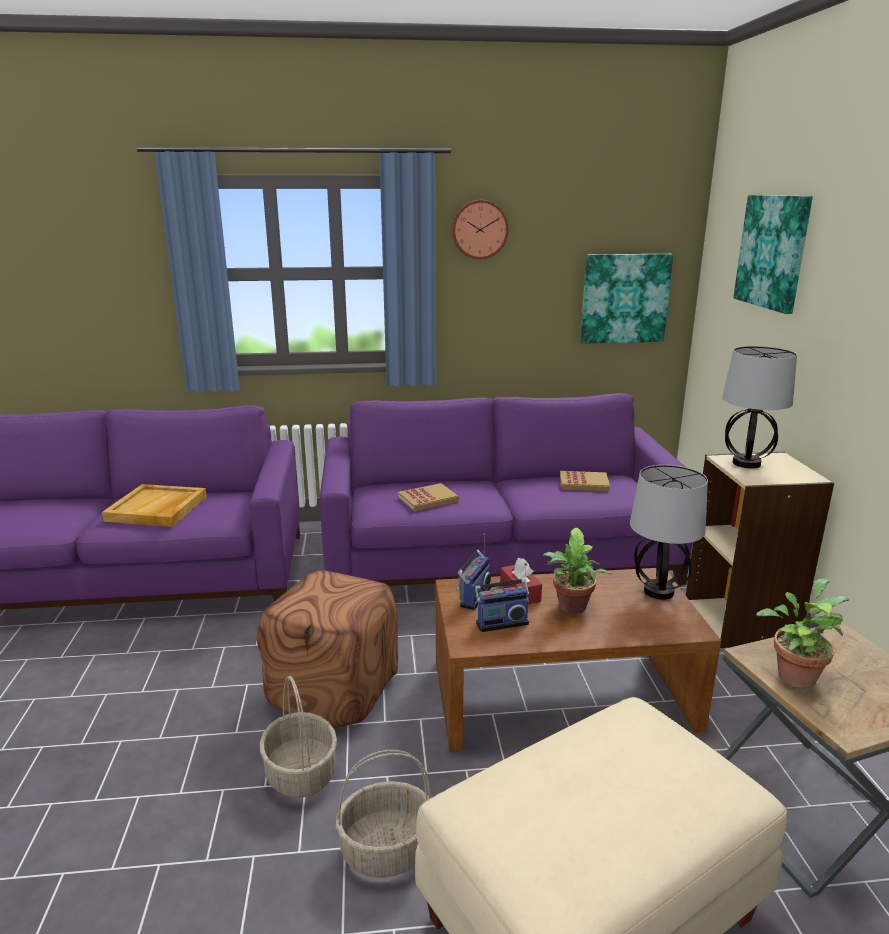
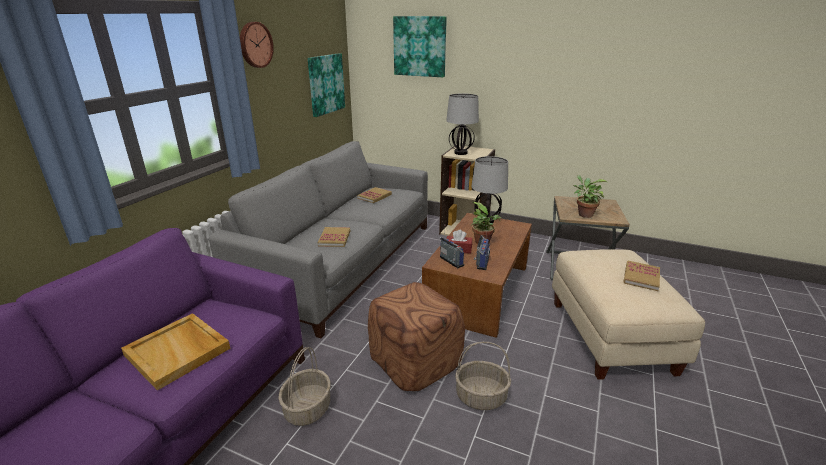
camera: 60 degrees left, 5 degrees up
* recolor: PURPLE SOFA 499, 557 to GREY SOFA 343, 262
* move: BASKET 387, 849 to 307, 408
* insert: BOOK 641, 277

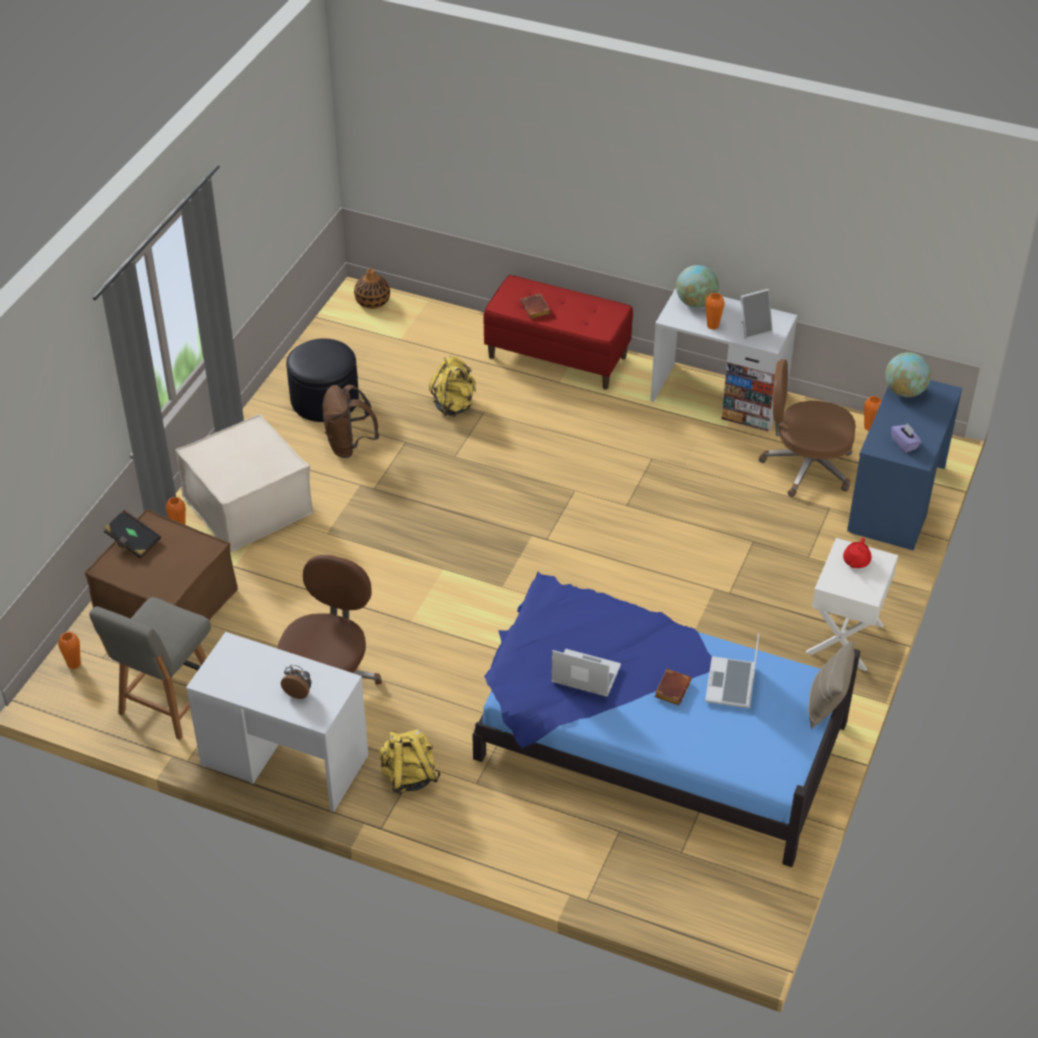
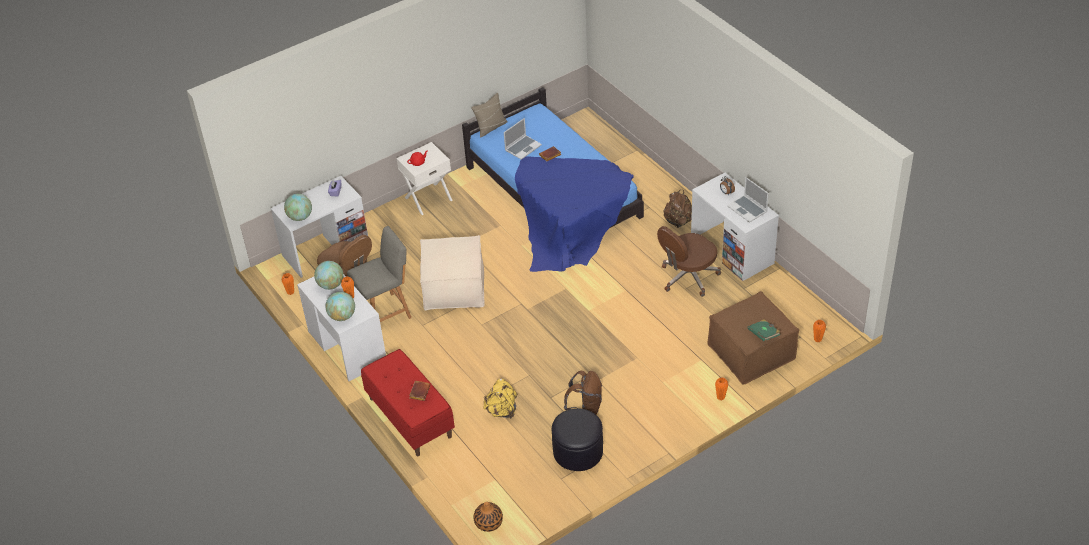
camera: 145 degrees left, 0 degrees up
* move: GREY CHAIR 167, 704 to 385, 312
* recolor: BLACK BOOK 133, 542 to GREEN BOOK 764, 334
* move: BEIGE OTTOMAN 248, 505 to 454, 287
* recolor: YELLOW BACKPACK 409, 776 to BROWN BACKPACK 678, 221
* move: LAPTOP 584, 675 to 748, 209
* replace: PICTURE FRAME 754, 329 to GLOBE 331, 285
* recolor: BLUE DESK 897, 499 to WHITE DESK 325, 249

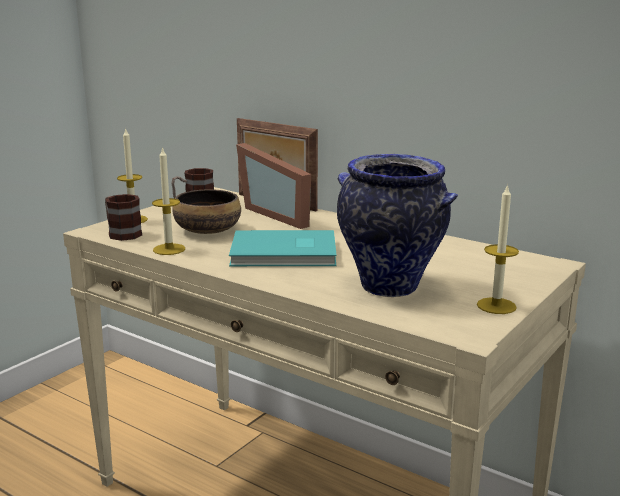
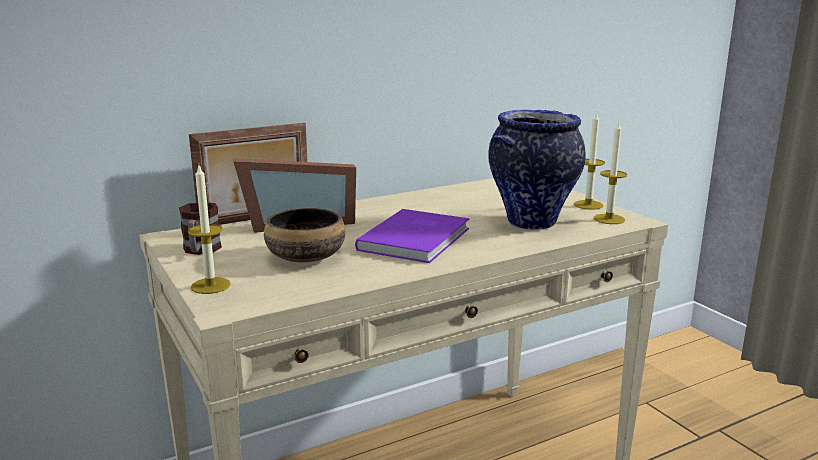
camera: 65 degrees left, 0 degrees up
* delete: MUG 121, 233
* move: CANDLE 169, 249 to 609, 219
* recolor: TURQUOISE BOOK 285, 253 to PURPLE BOOK 418, 239

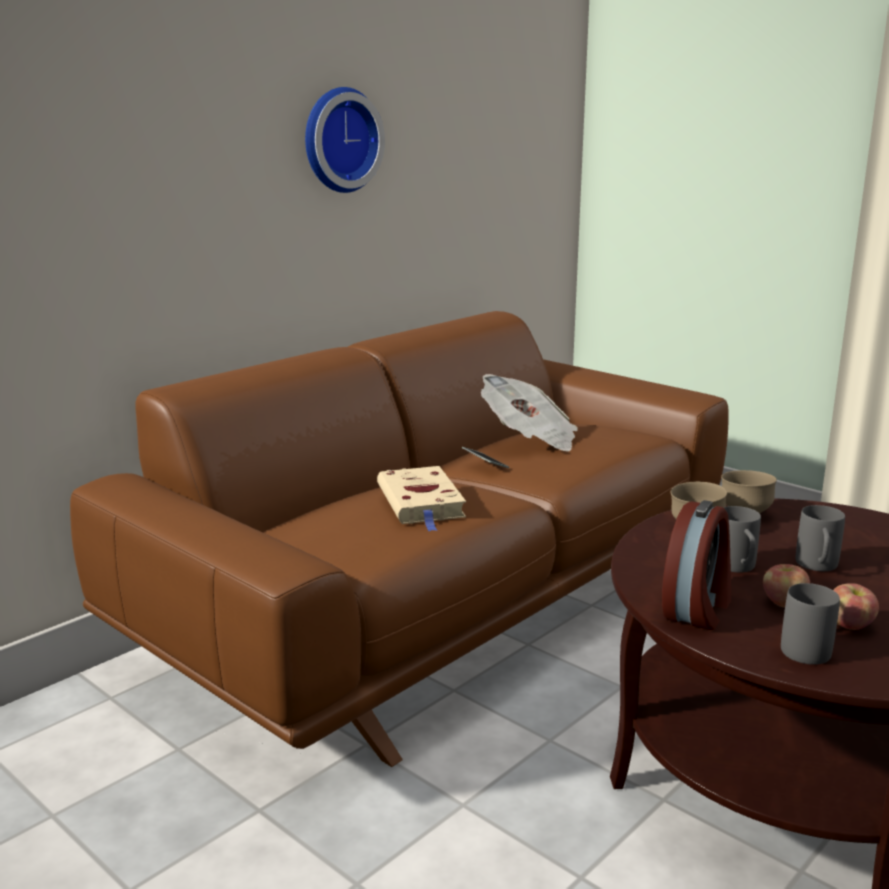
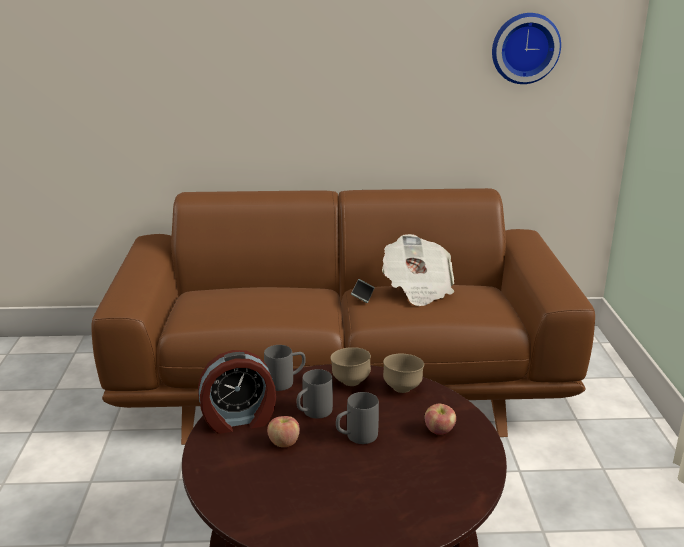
camera: 45 degrees right, 5 degrees up
* move: WALL CLOCK 338, 140 to 524, 48
* delete: BEIGE BOOK 422, 503
* move: GREY MUG 806, 646 to 286, 382
* move: APPLE 850, 625 to 439, 431

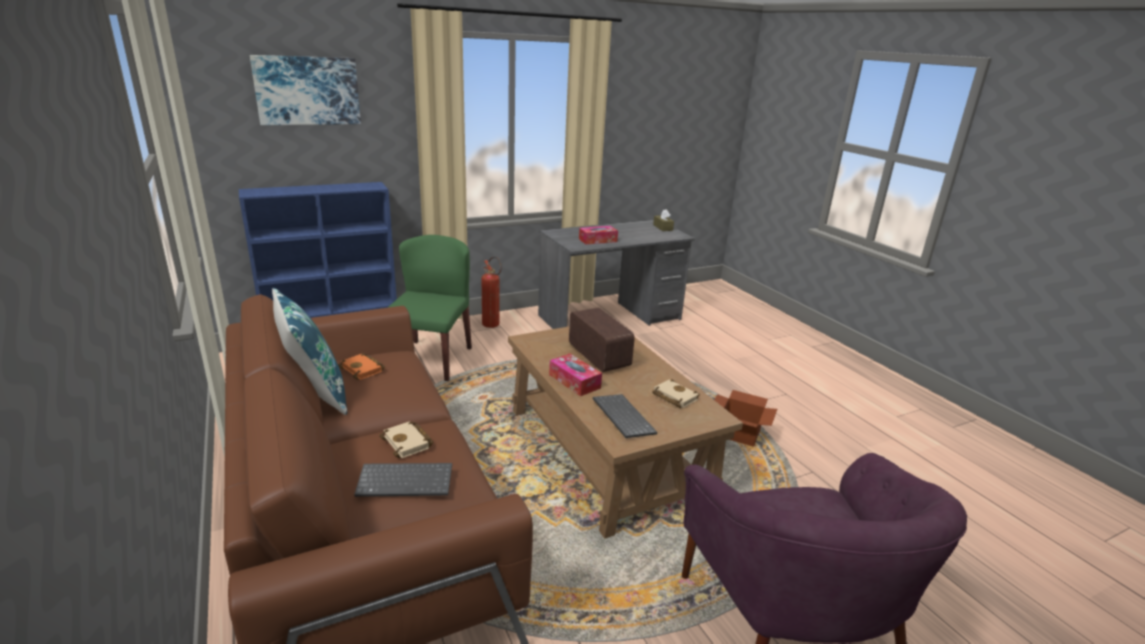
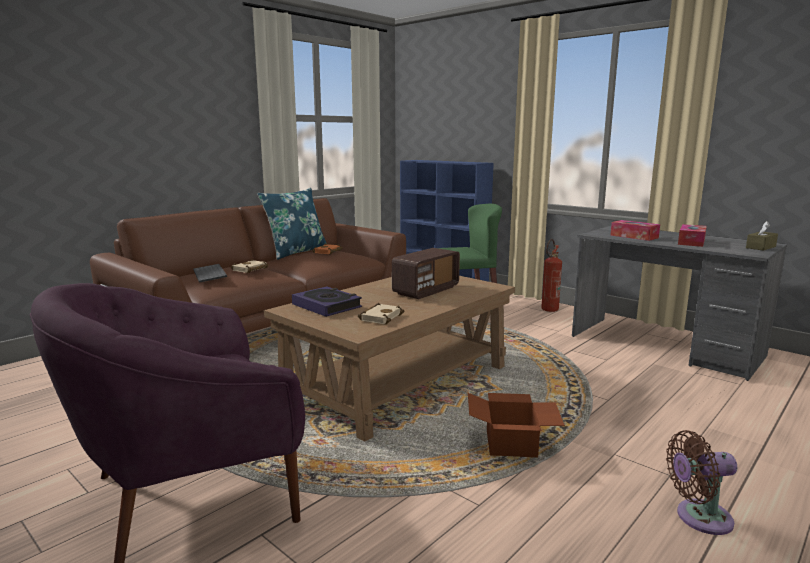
camera: 70 degrees right, 10 degrees down
* delete: PICTURE 307, 90
* move: TISSUE BOX 574, 381 to 691, 242
* replace: KEYBOARD 621, 417 to BOOK 327, 306
* insert: BROWN FAN 698, 518

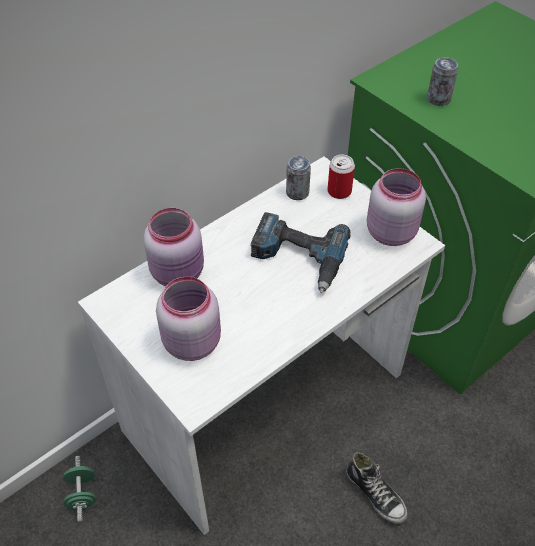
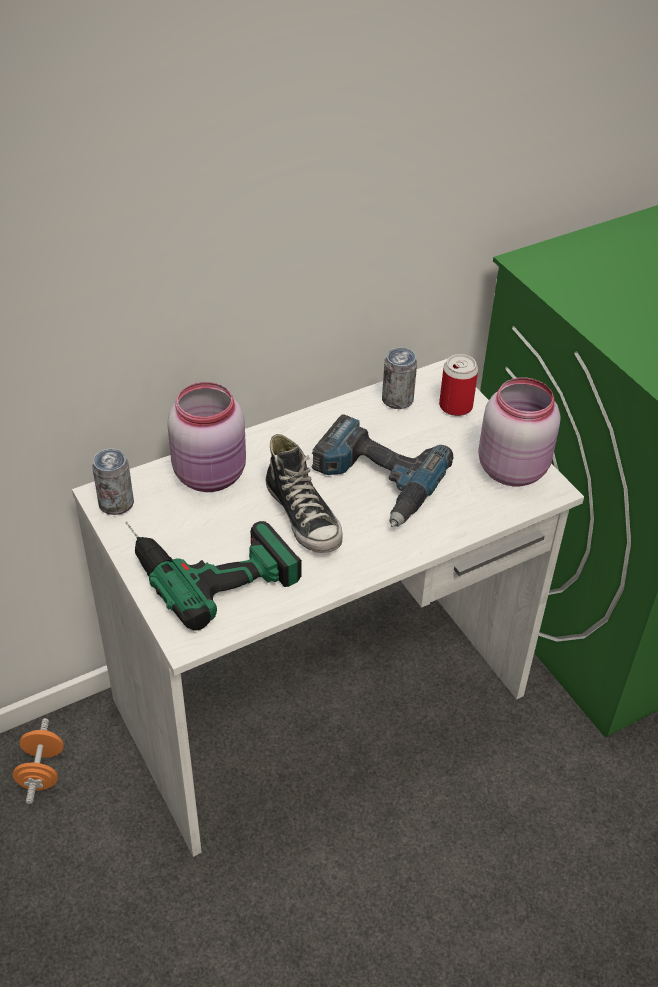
camera: 10 degrees right, 5 degrees down
* recolor: GREEN DUMBBELL 82, 494 to ORANGE DUMBBELL 41, 771
* replace: PINK JAR 192, 341 to POWER DRILL 206, 560
* move: SHOE 375, 494 to 304, 517
* move: CAN 438, 99 to 116, 504

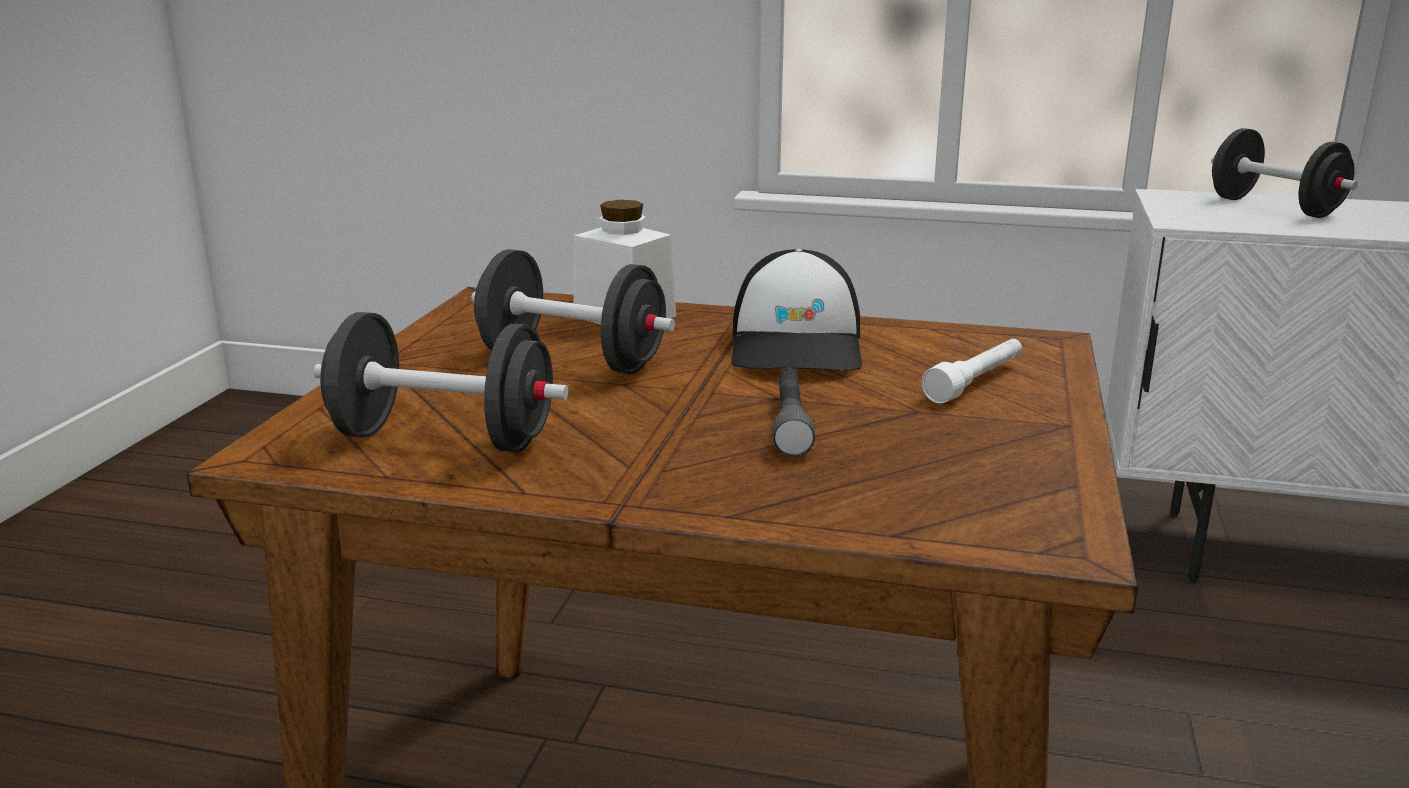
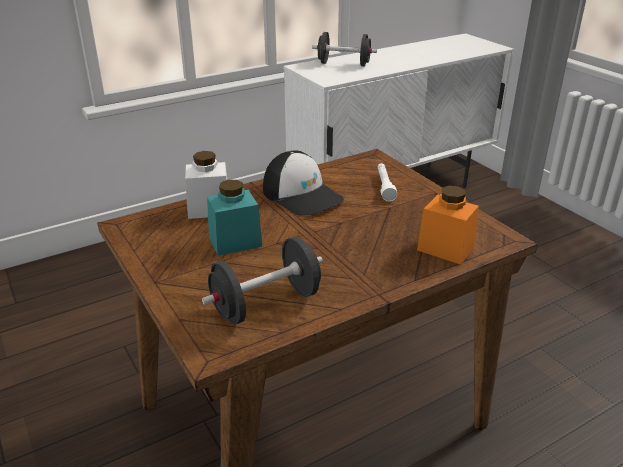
camera: 45 degrees left, 10 degrees up
* replace: BLACK DUMBBELL 572, 360 to TURQUOISE JAR 235, 241
* delete: GREY FLASHLIGHT 790, 423
* insert: ORANGE JAR 445, 248

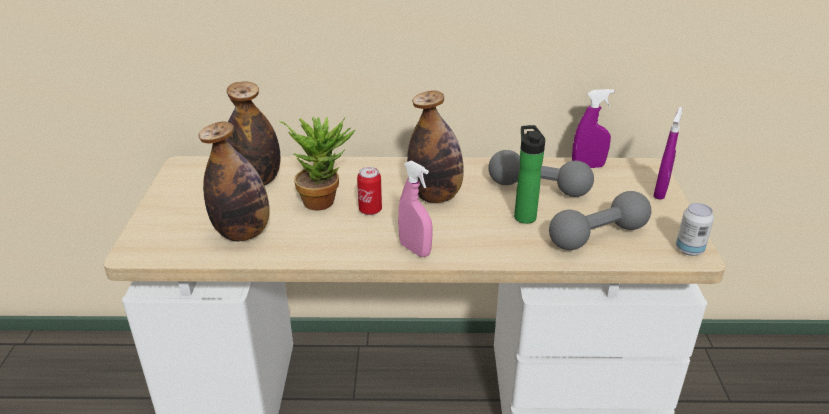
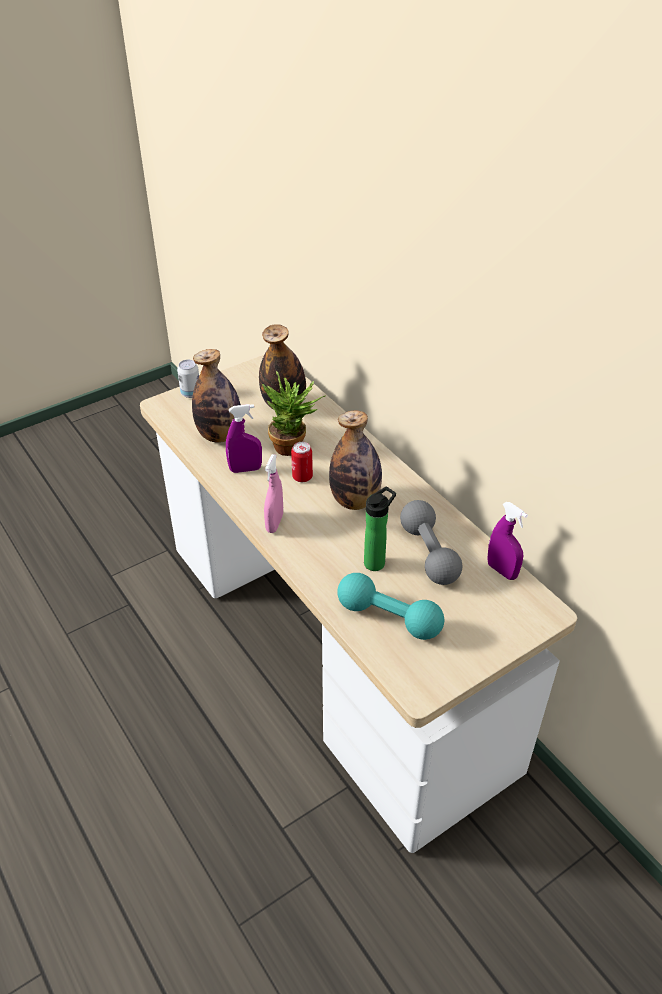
camera: 55 degrees right, 10 degrees up
* recolor: GREY DUMBBELL 597, 236 to TURQUOISE DUMBBELL 389, 617
* move: PURPLE SPRAY BOTTLE 660, 192 to 245, 469
* move: CAN 689, 249 to 191, 393

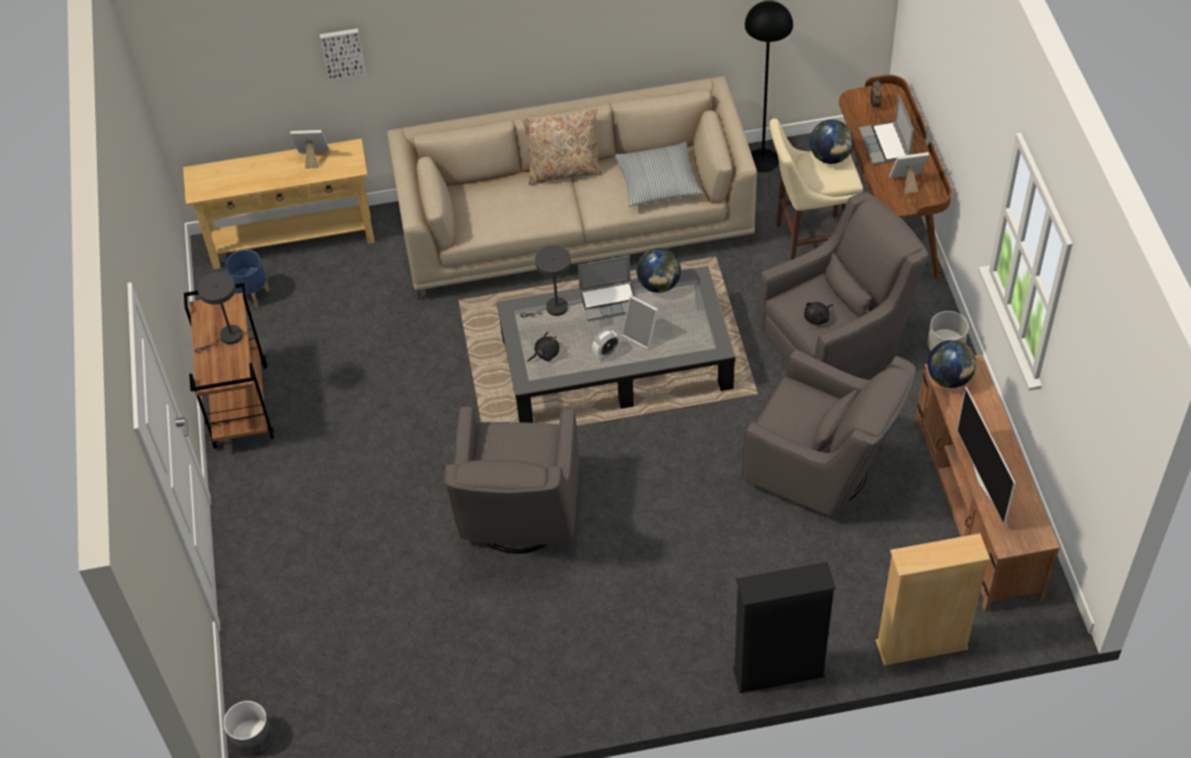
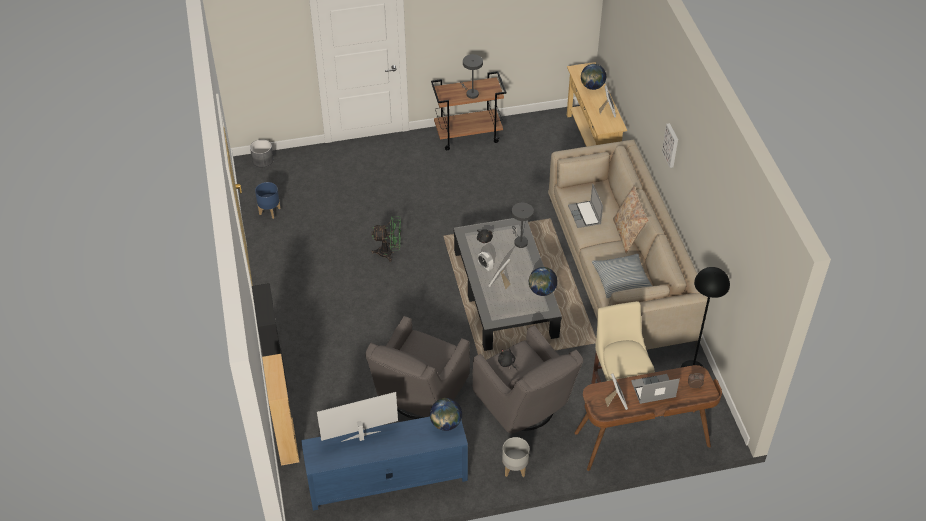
camera: 85 degrees right, 5 degrees down
* move: BLUE PLANTER 252, 294 to 270, 211
* move: PICTURE 343, 52 to 671, 145
* replace: GREY ARMCHAIR 518, 517 to GREEN FAN 389, 252
* move: LAPTOP 609, 301 to 585, 215
* move: GLOBE 830, 157 to 592, 87
* recolor: BROWN TV STAND 977, 508 to BLUE TV STAND 386, 478

